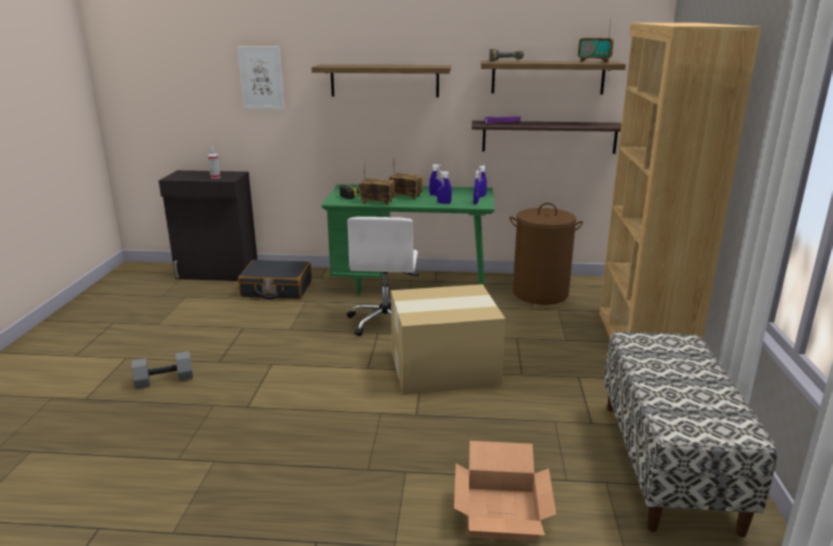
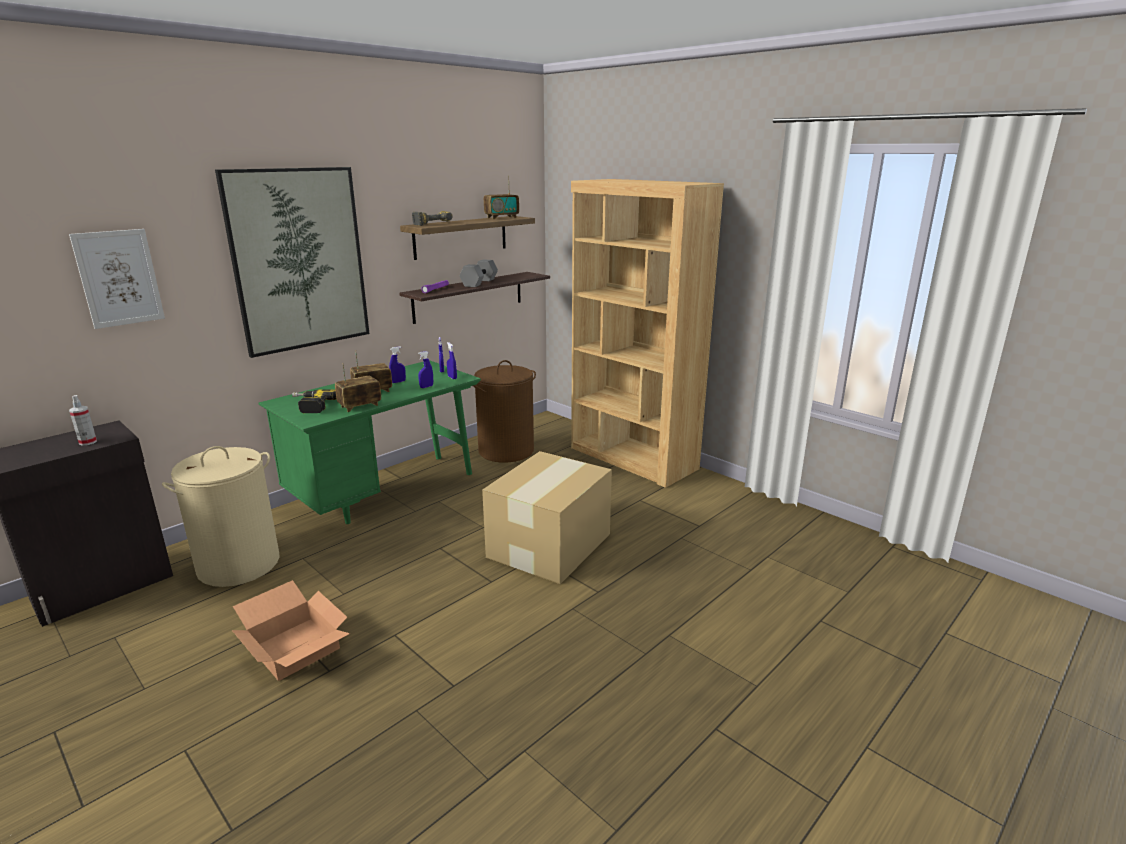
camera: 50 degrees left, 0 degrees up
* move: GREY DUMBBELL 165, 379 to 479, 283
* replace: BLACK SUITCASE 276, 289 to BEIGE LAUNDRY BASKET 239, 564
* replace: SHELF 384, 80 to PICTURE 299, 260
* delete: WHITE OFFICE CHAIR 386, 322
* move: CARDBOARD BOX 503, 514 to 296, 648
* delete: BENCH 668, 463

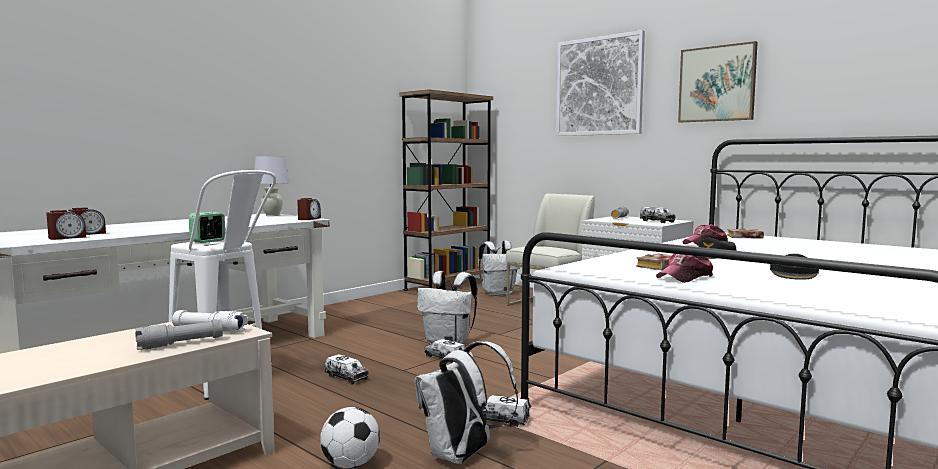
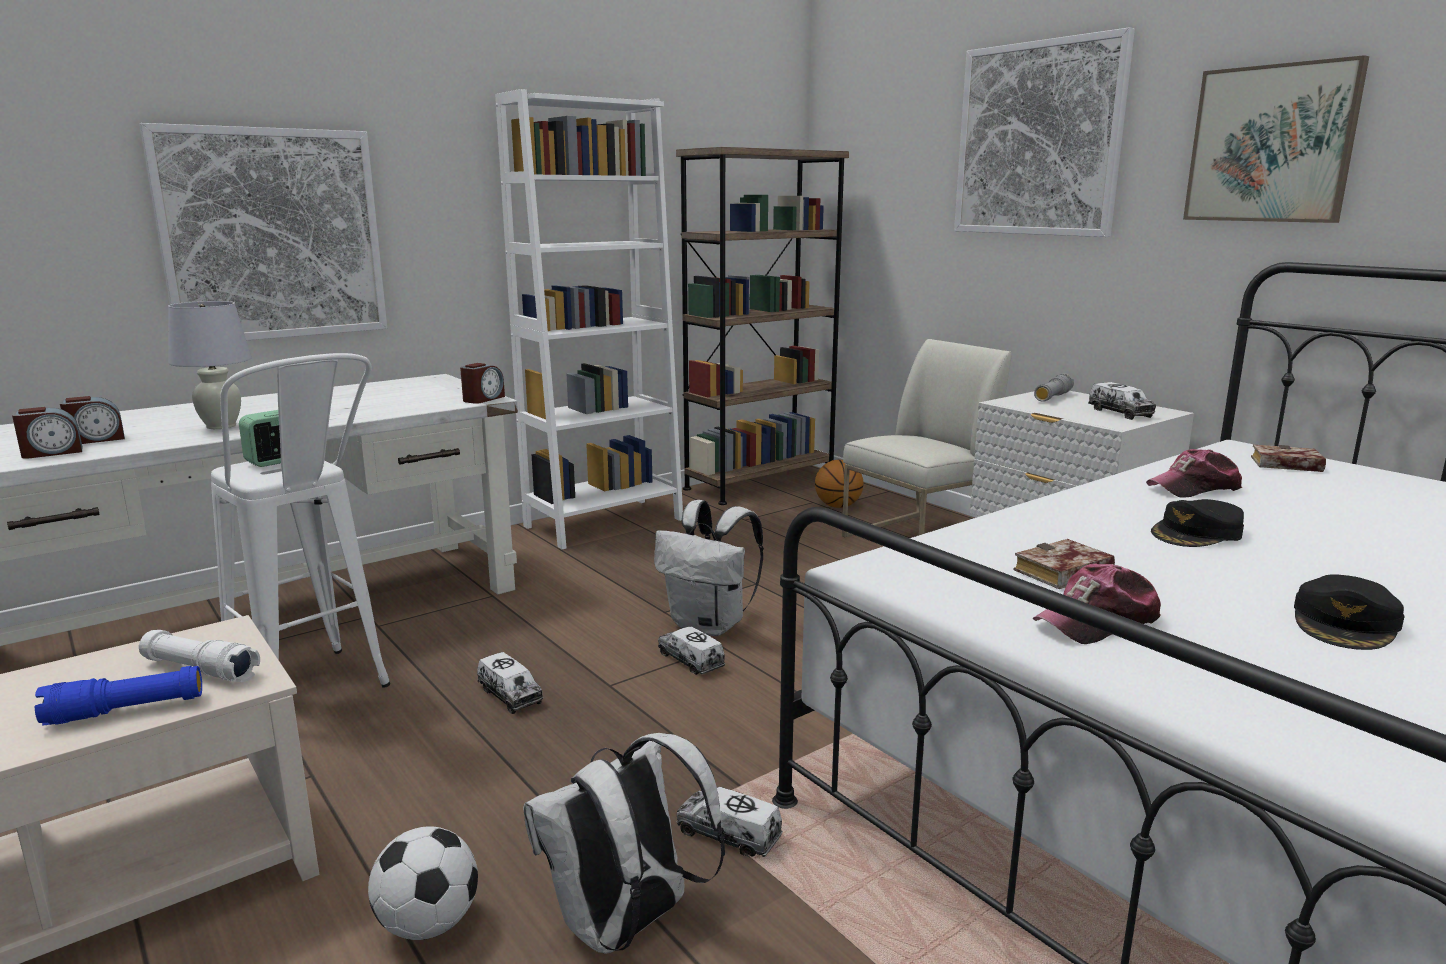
camera: 10 degrees right, 10 degrees up
* recolor: GREY FLASHLIGHT 180, 344 to BLUE FLASHLIGHT 125, 710
* move: WHITE TABLE LAMP 272, 215 to 221, 426
* replace: WHITE BACKPACK 498, 293 to BASKETBALL 838, 506
* insert: PICTURE 273, 235
* insert: WHITE BOOKCASE 604, 523

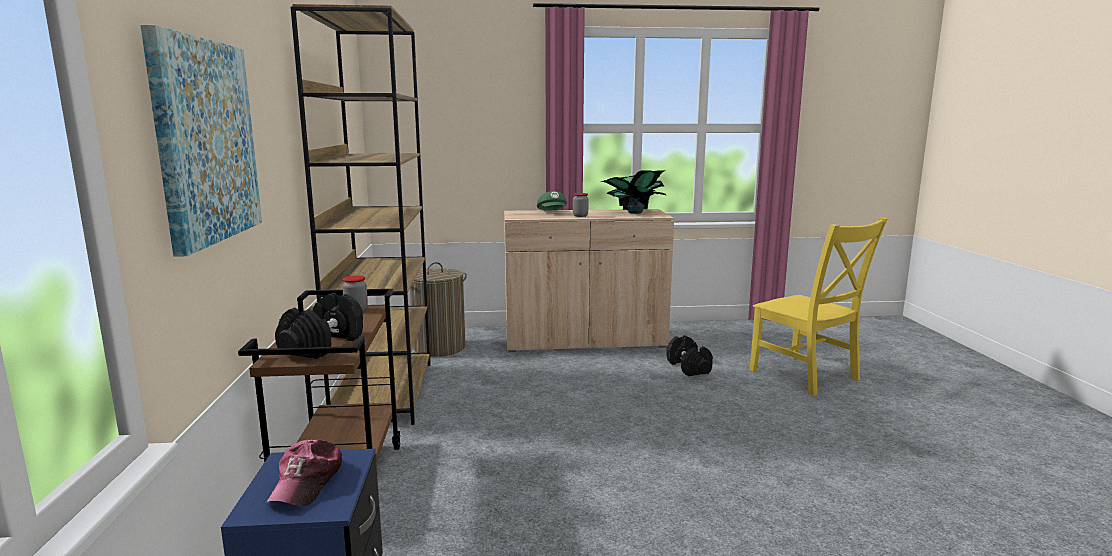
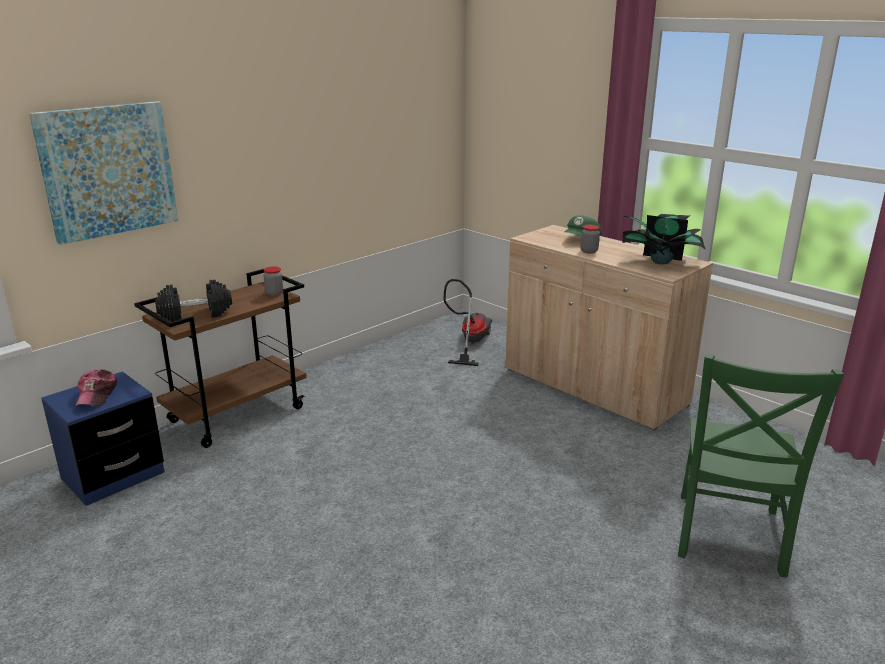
camera: 50 degrees right, 10 degrees up
* rotate: CAP 307, 482 = 97, 395 60 degrees counterclockwise
* delete: BROWN BOOKCASE 384, 392
* replace: LAUNDRY BASKET 439, 347 to VACUUM CLEANER 469, 343
* delete: BLACK DUMBBELL 689, 367
* recolor: YELLOW CHAIR 807, 376 to GREEN CHAIR 728, 537

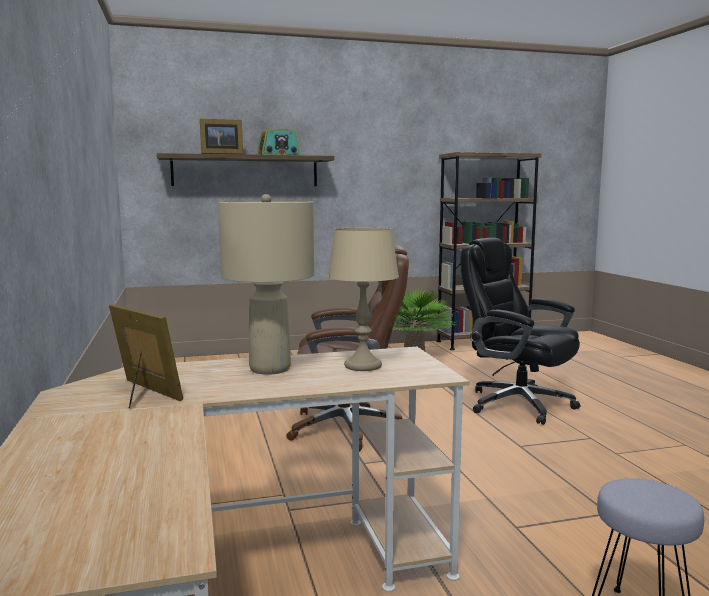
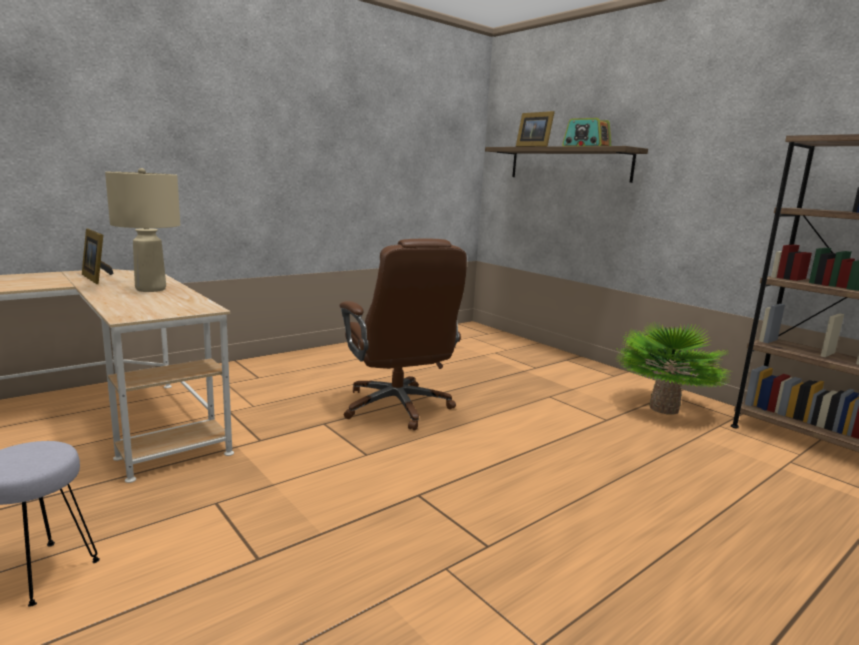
camera: 65 degrees right, 5 degrees up
* rotate: PICTURE FRAME 143, 393 = 97, 278 120 degrees clockwise
* delete: BEIGE TABLE LAMP 363, 366
* delete: BLACK OFFICE CHAIR 517, 404

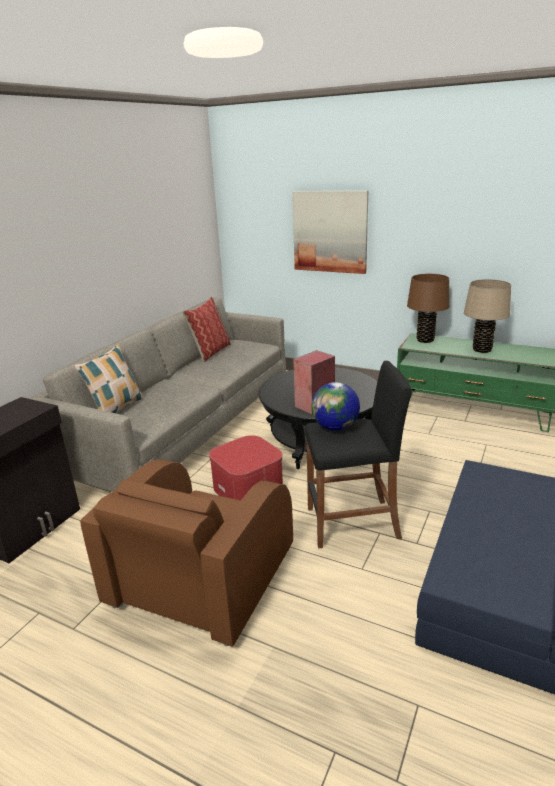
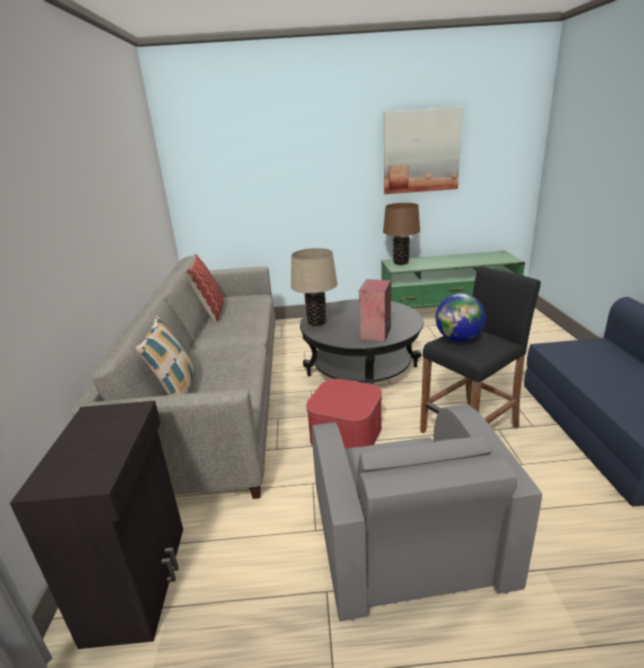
camera: 30 degrees left, 0 degrees up
* recolor: BROWN ARMCHAIR 201, 578 to GREY ARMCHAIR 405, 538
* move: PICTURE 330, 232 to 421, 151
* move: BEIGE TABLE LAMP 482, 350 to 316, 323

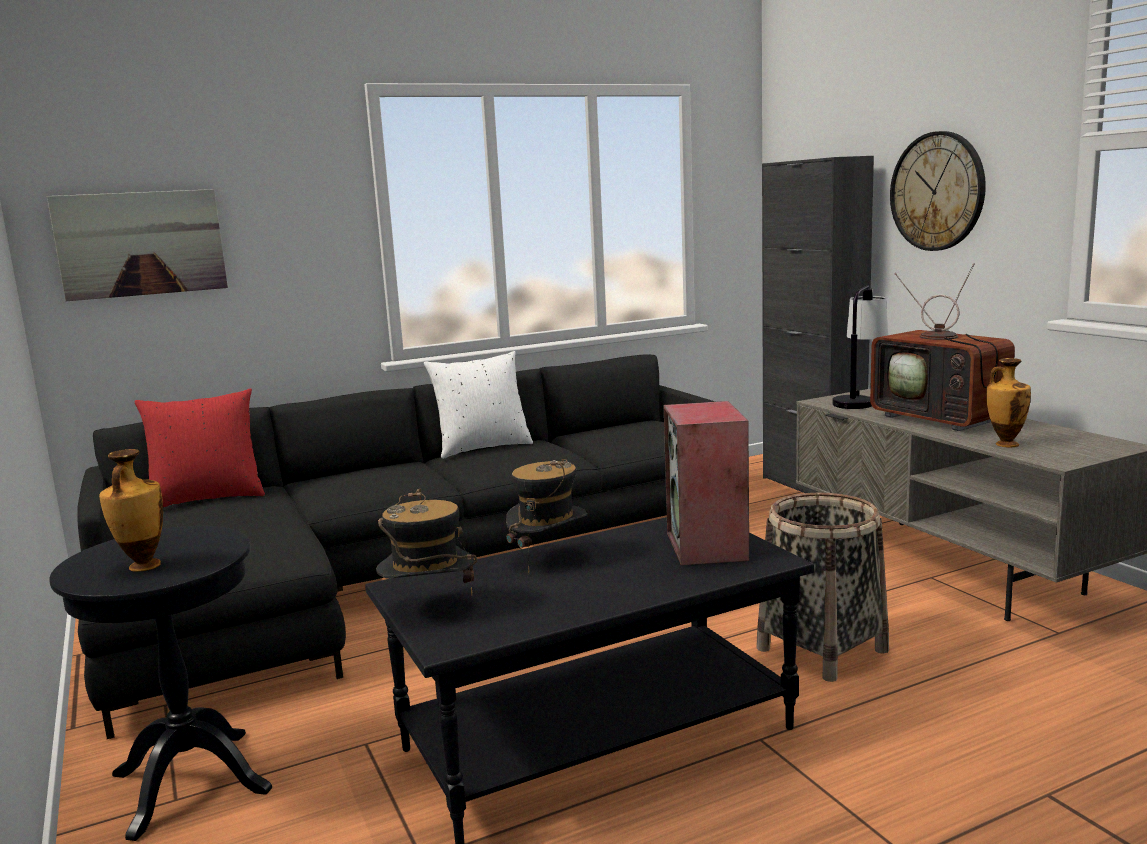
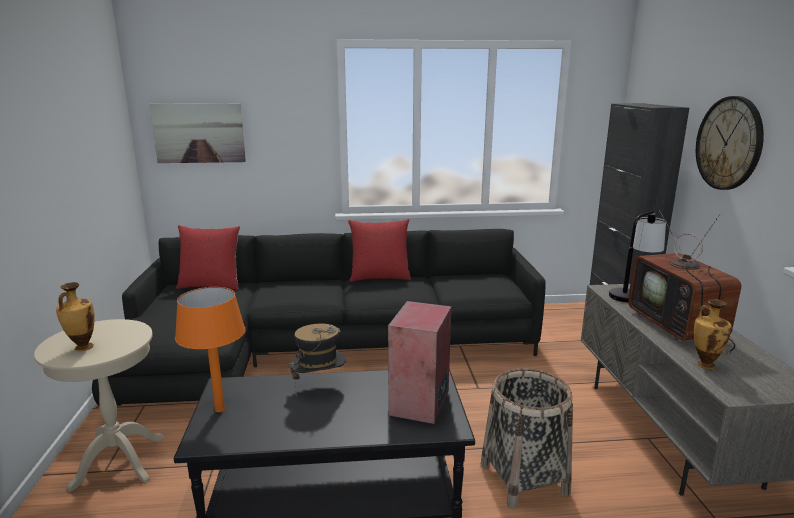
camera: 20 degrees right, 5 degrees up
* recolor: BLACK SIDE TABLE 191, 782 to BEIGE SIDE TABLE 119, 461
* replace: HAT 430, 608 to ORANGE TABLE LAMP 220, 409
* recolor: WHITE PILLOW 482, 447 to RED PILLOW 380, 277

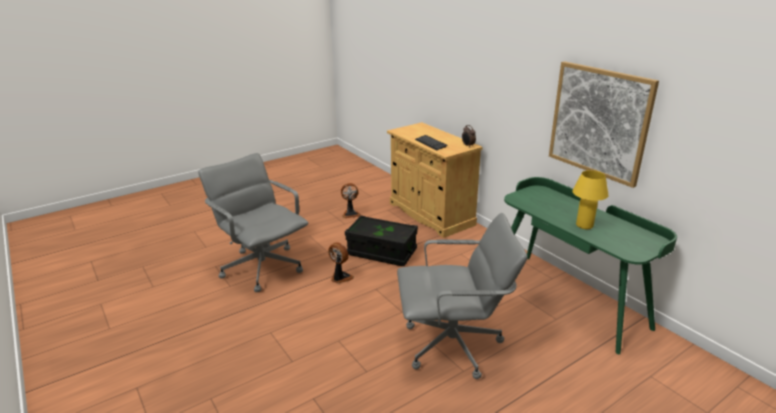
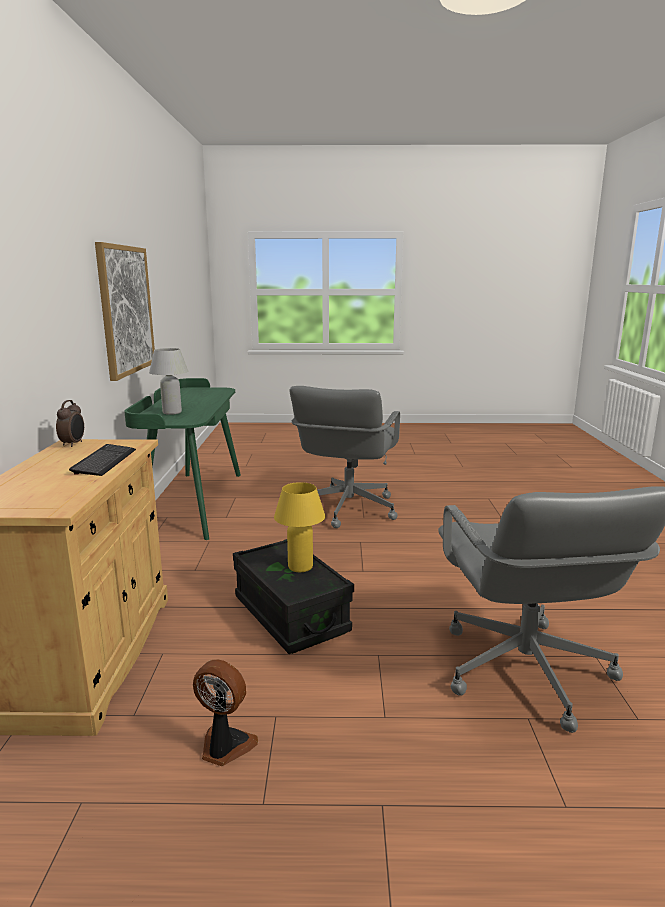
camera: 145 degrees left, 10 degrees down
* delete: FAN 340, 278
* rotate: GREY OFFICE CHAIR 453, 346 = 347, 509 105 degrees counterclockwise
* move: YELLOW TABLE LAMP 584, 225 to 300, 567
* insert: WHITE TABLE LAMP 172, 412

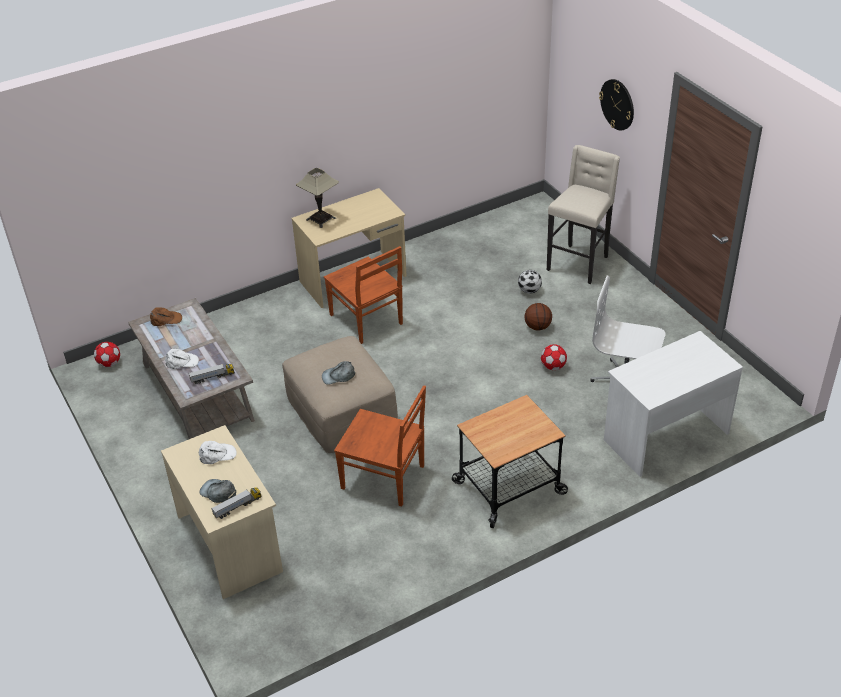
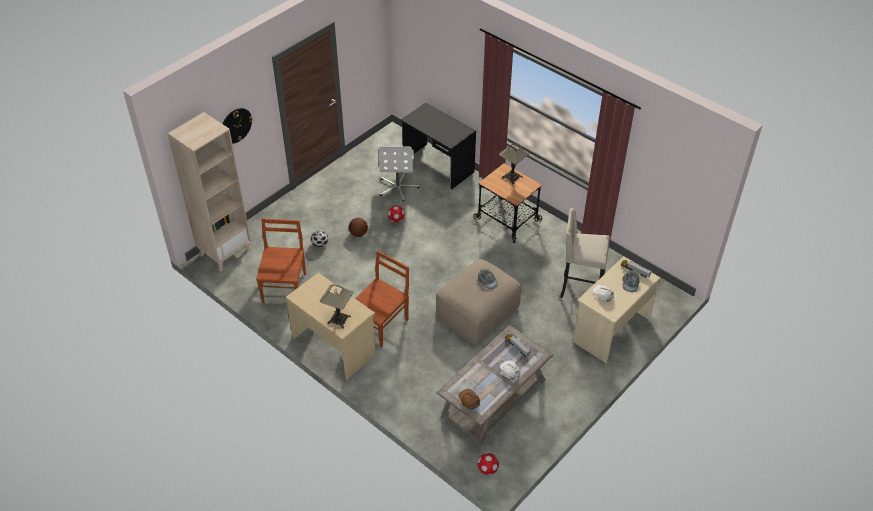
camera: 110 degrees left, 5 degrees up
* move: BROWN CHAIR 385, 478 to 284, 287
* move: BEIGE STOOL 579, 263 to 579, 288
* recolor: WHITE DESK 665, 436 to BLACK DESK 438, 166
* insert: BEIGE BOOKCASE 225, 252
* insert: TABLE LAMP 512, 177

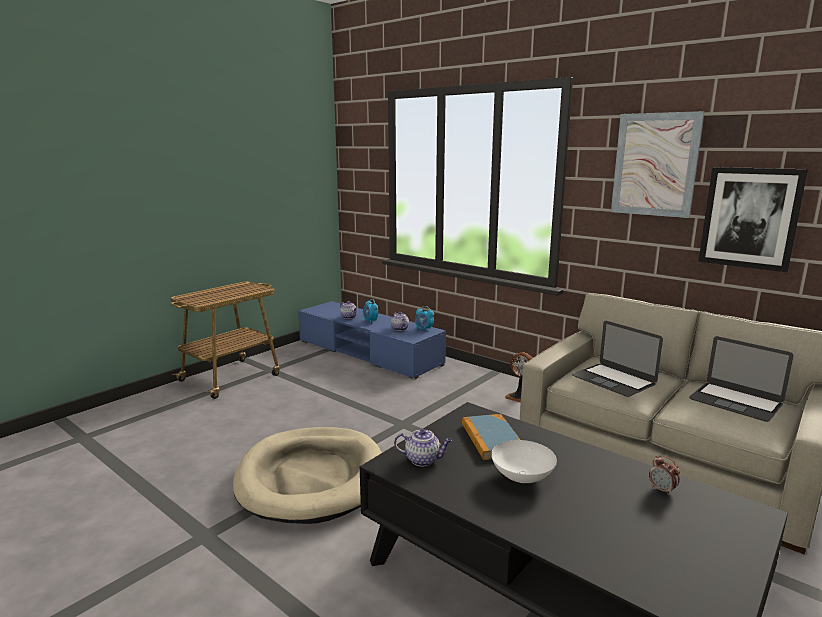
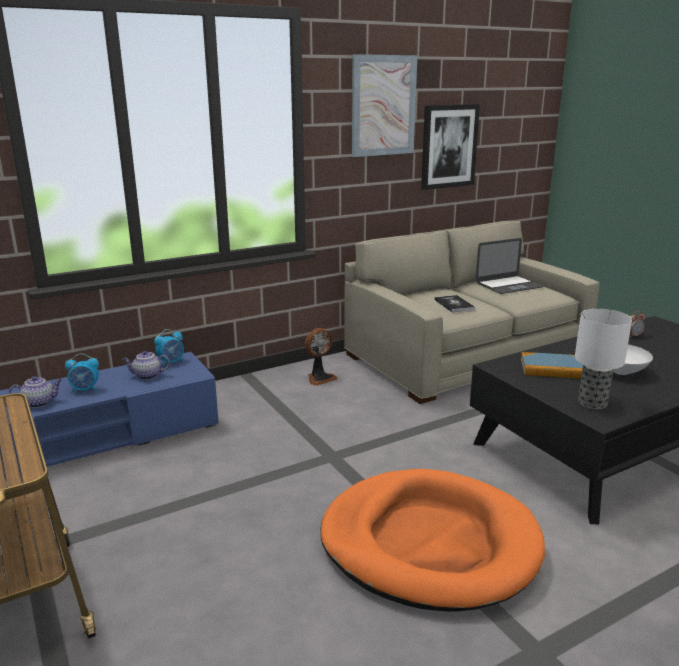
camera: 70 degrees left, 5 degrees up
* recolor: BEIGE DOG BED 312, 478 to ORANGE DOG BED 429, 543
* replace: TEAPOT 423, 460 to TABLE LAMP 592, 402
* replace: LAPTOP 613, 380 to BOOK 454, 304

